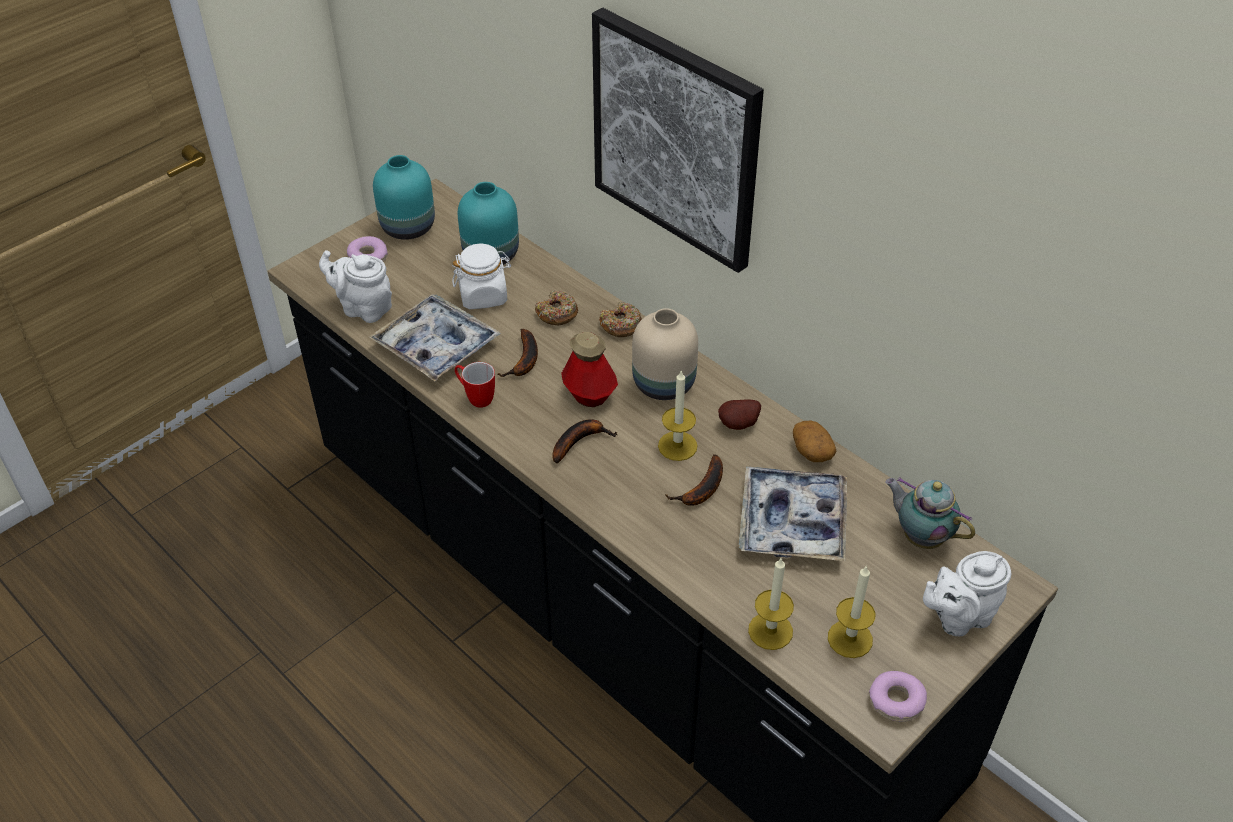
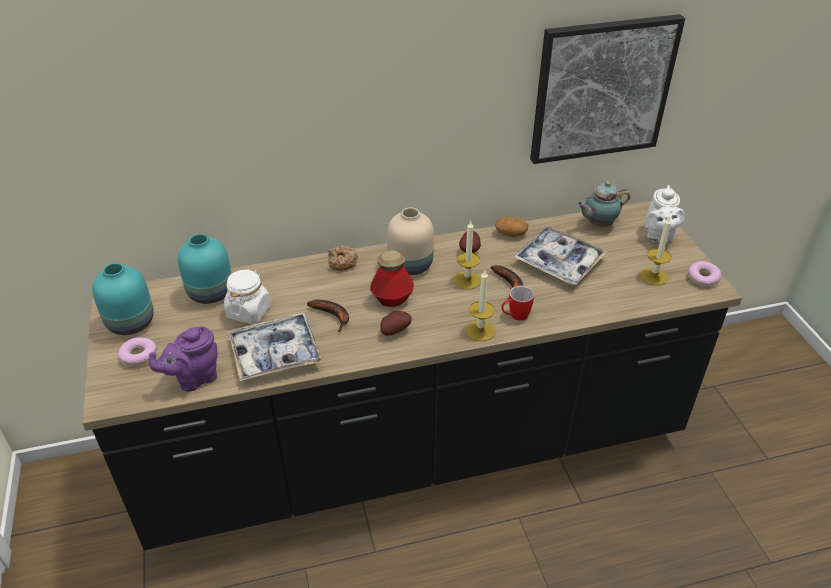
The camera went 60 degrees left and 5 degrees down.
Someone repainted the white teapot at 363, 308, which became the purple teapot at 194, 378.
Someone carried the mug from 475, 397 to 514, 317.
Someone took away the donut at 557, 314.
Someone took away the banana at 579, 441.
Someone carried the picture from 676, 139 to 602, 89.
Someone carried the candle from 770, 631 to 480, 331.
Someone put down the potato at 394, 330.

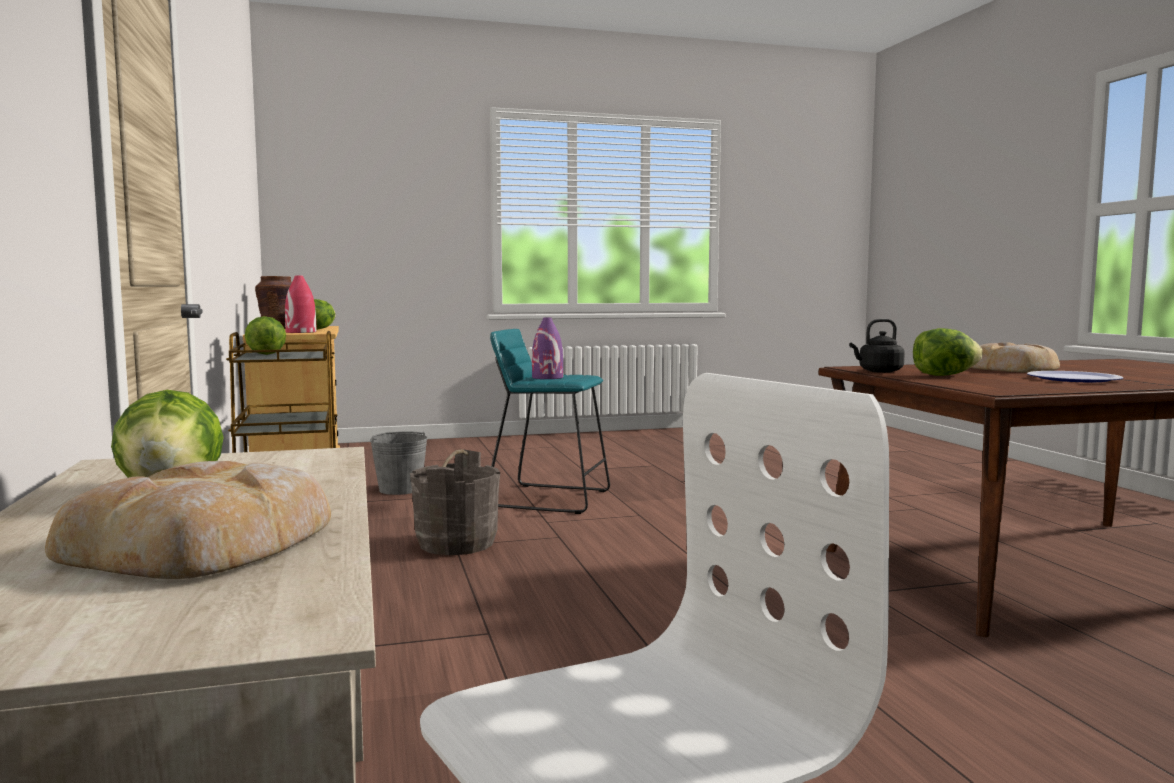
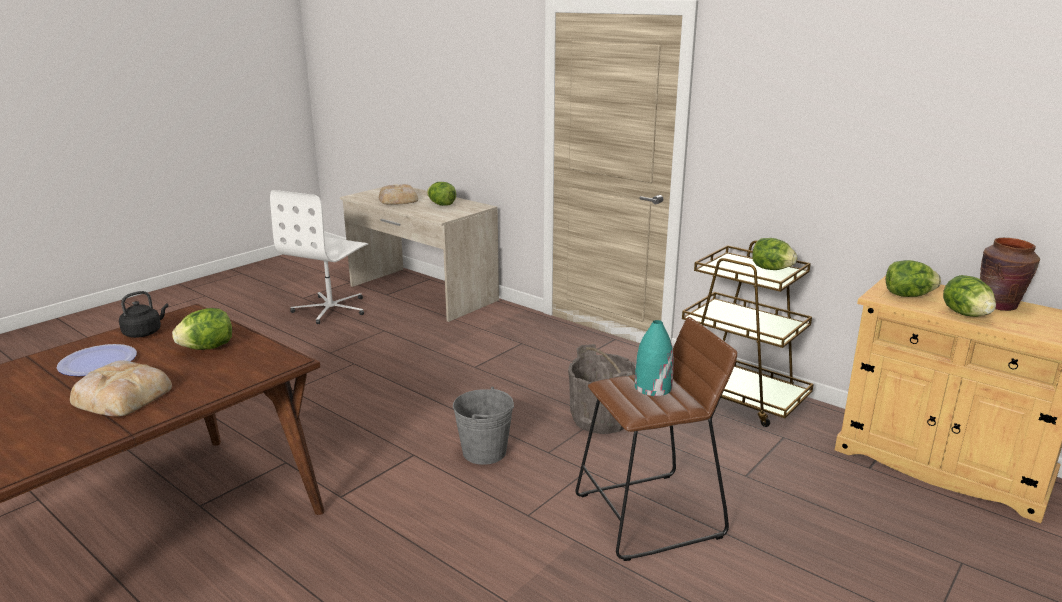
The camera went 145 degrees right and 15 degrees up.
Someone swapped the red vase at 301, 332 for the lettuce at 907, 295.
Someone carried the grey bucket from 400, 489 to 484, 452.
Someone repainted the turquoise stool at 550, 498, which became the brown stool at 649, 516.
Someone repainted the purple vase at 548, 377, which became the turquoise vase at 652, 387.
Someone carried the black kettle from 878, 371 to 144, 333.

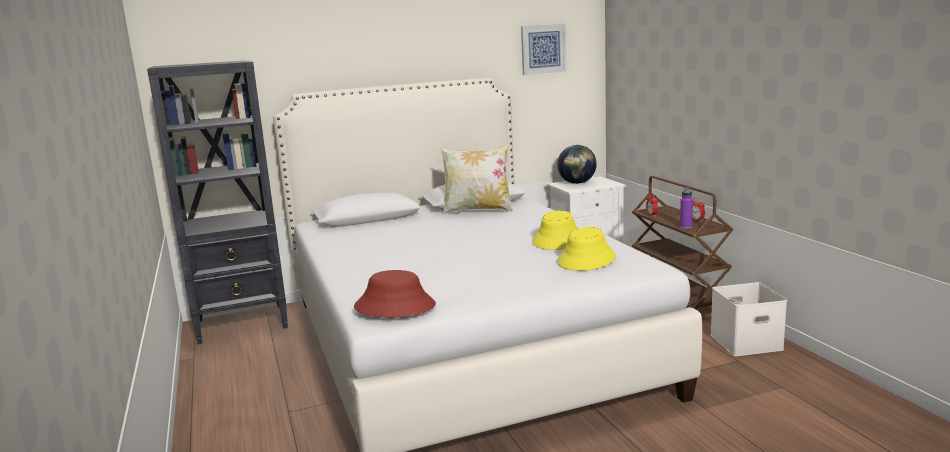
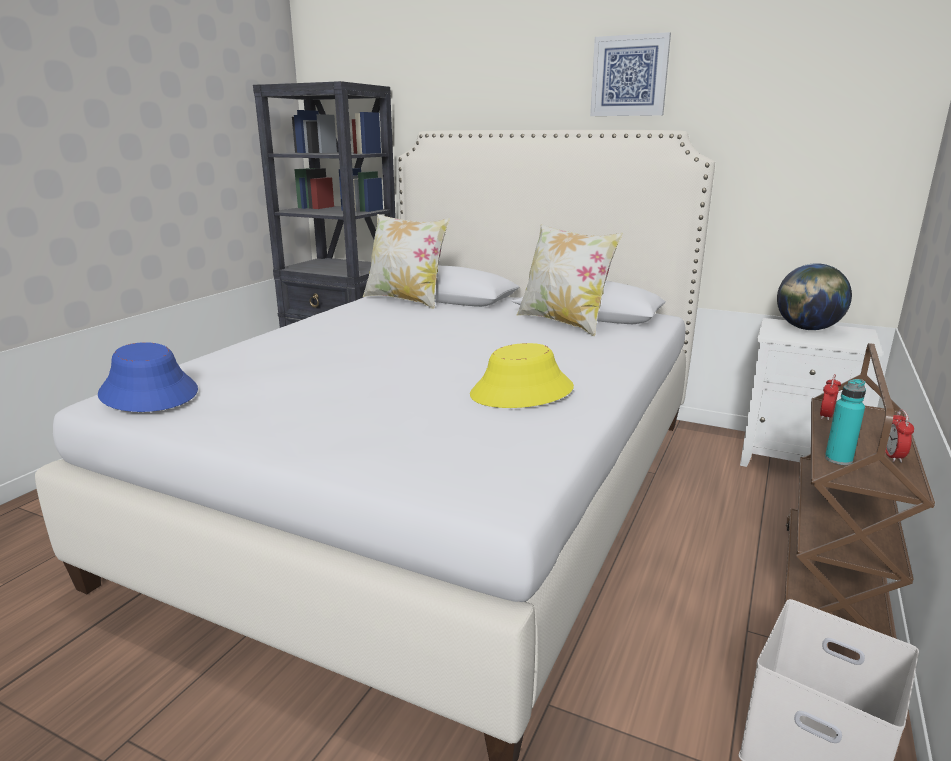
The camera went 45 degrees right and 5 degrees up.
Someone repainted the red hat at 395, 306, which became the blue hat at 149, 392.
Someone carried the picture from 543, 49 to 629, 76.
Someone took away the yellow hat at 586, 259.
Someone repainted the purple bottle at 686, 227, which became the turquoise bottle at 838, 459.
Someone put down the pillow at 406, 300.

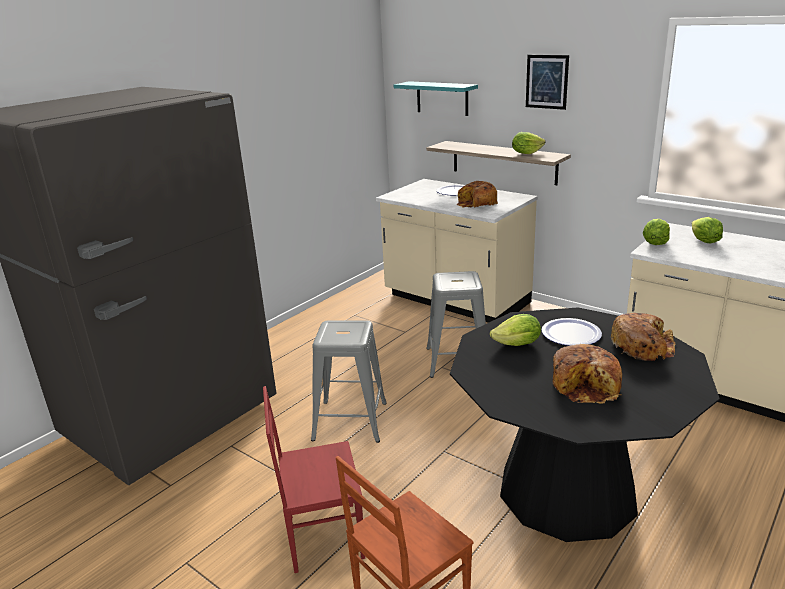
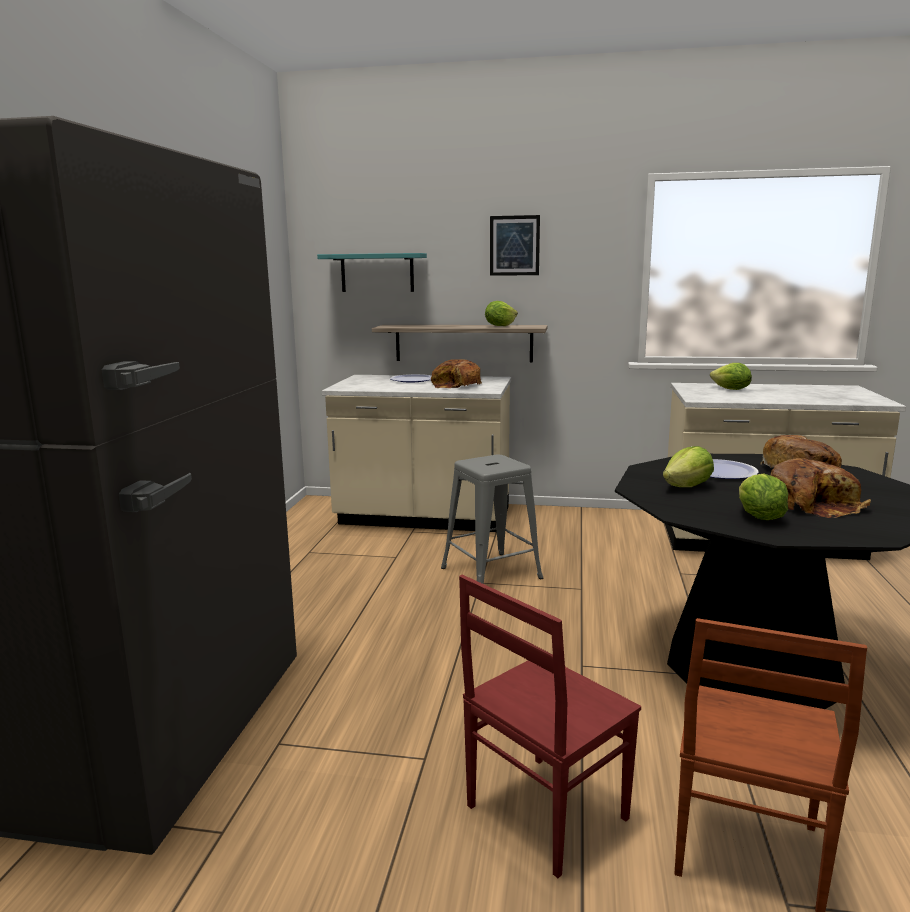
The camera went 30 degrees left and 10 degrees down.
Someone took away the grey stool at 350, 421.
Someone carried the lettuce from 655, 243 to 758, 517.

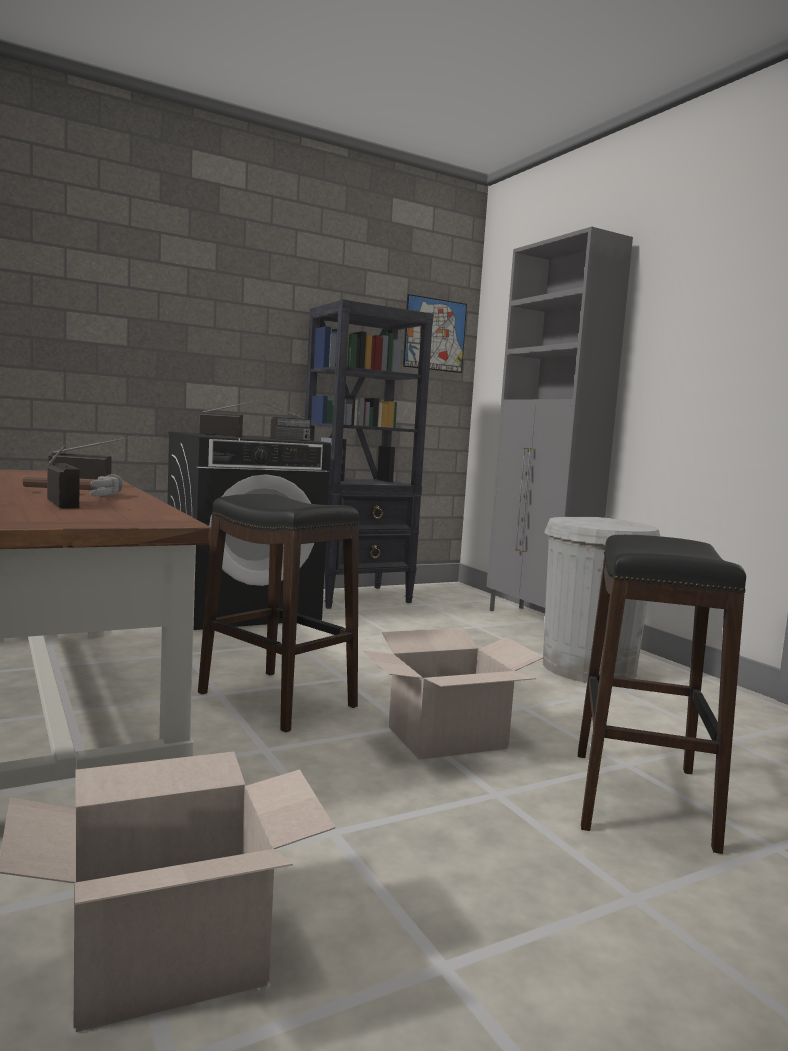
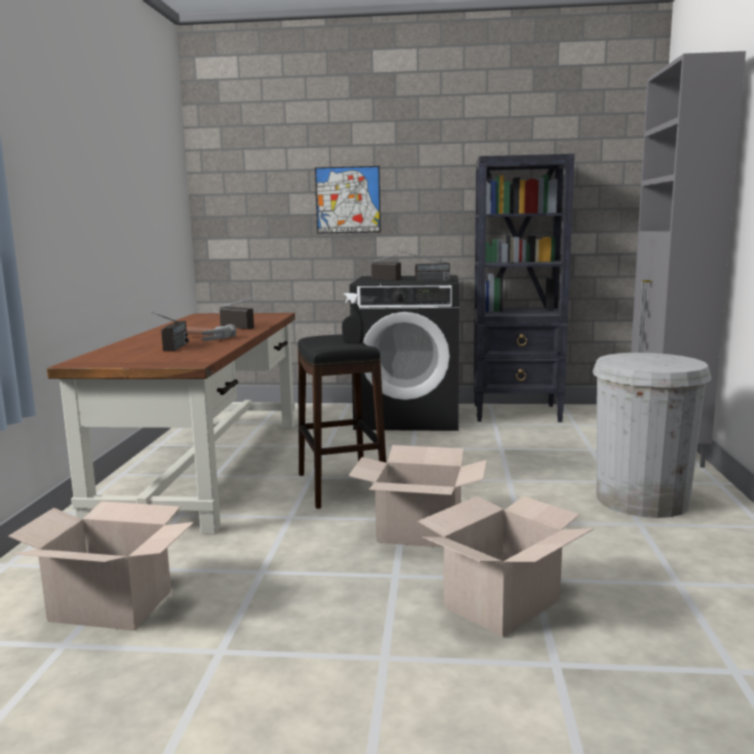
The camera went 35 degrees right and 5 degrees up.
Someone carried the picture from 434, 334 to 348, 200.
Someone swapped the black stool at 641, 798 for the cardboard box at 502, 604.
Someone put down the black spray bottle at 353, 343.

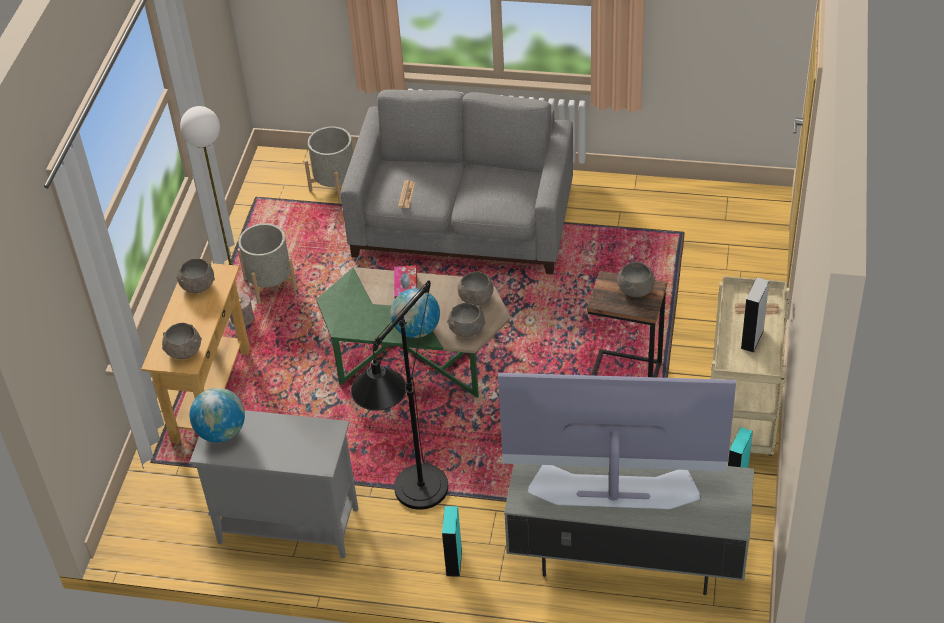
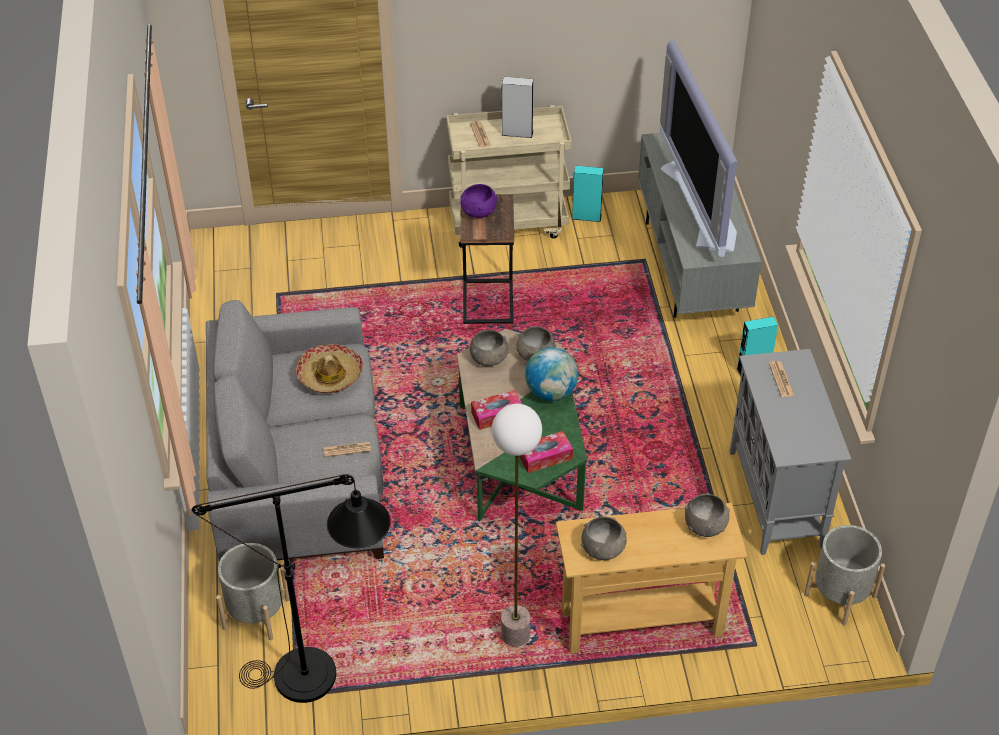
The camera went 110 degrees left and 0 degrees up.
Someone took away the globe at 221, 432.
Someone carried the grey planter from 270, 284 to 840, 595.
Someone carried the black floor lamp from 415, 500 to 323, 676.
Someone repainted the grey bowl at 635, 289, which became the purple bowl at 478, 212.
Someone put down the hat at 330, 375.
Someone put down the tissue box at 545, 457.
Someone put down the newspaper at 781, 379.

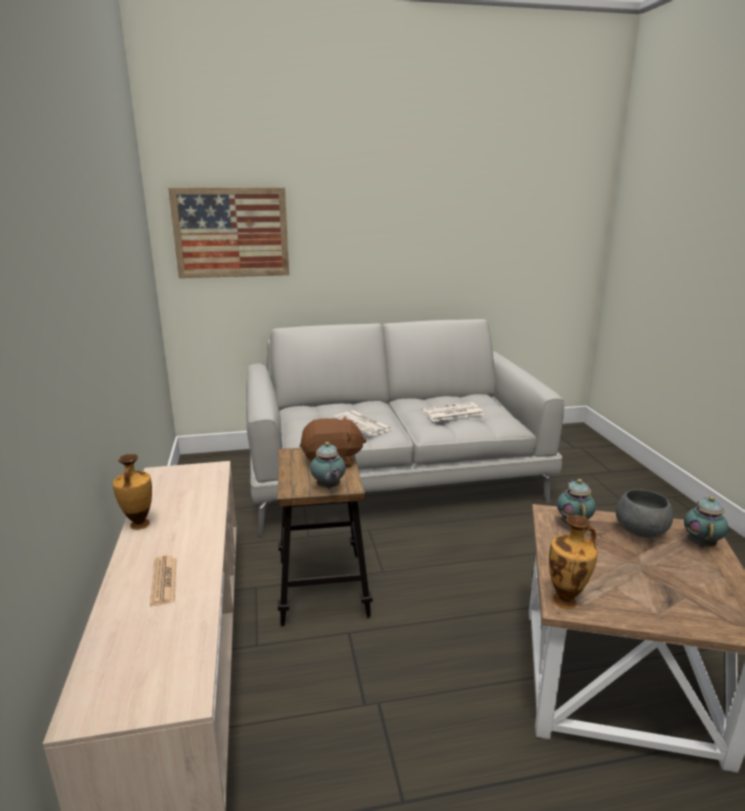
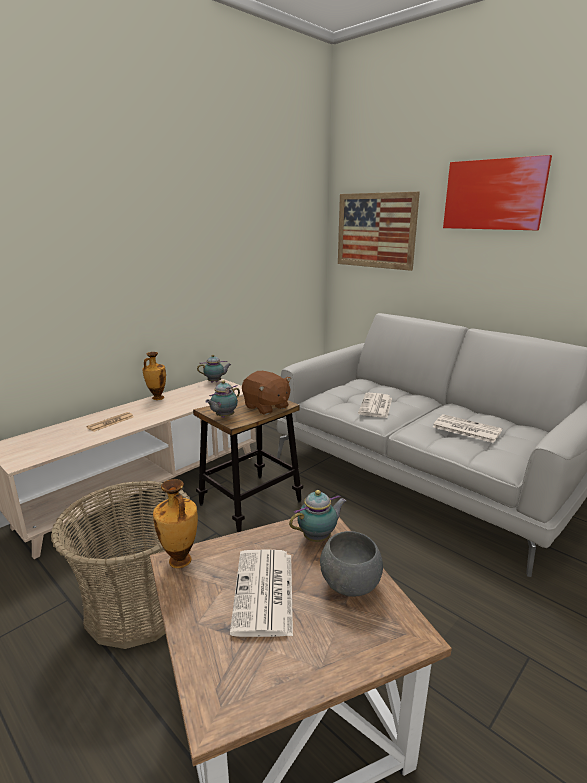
The camera went 55 degrees right and 0 degrees up.
Someone carried the teapot from 701, 543 to 215, 382.
Someone put down the basket at 138, 604.
Someone put down the newspaper at 264, 593.
Someone put up the picture at 493, 195.

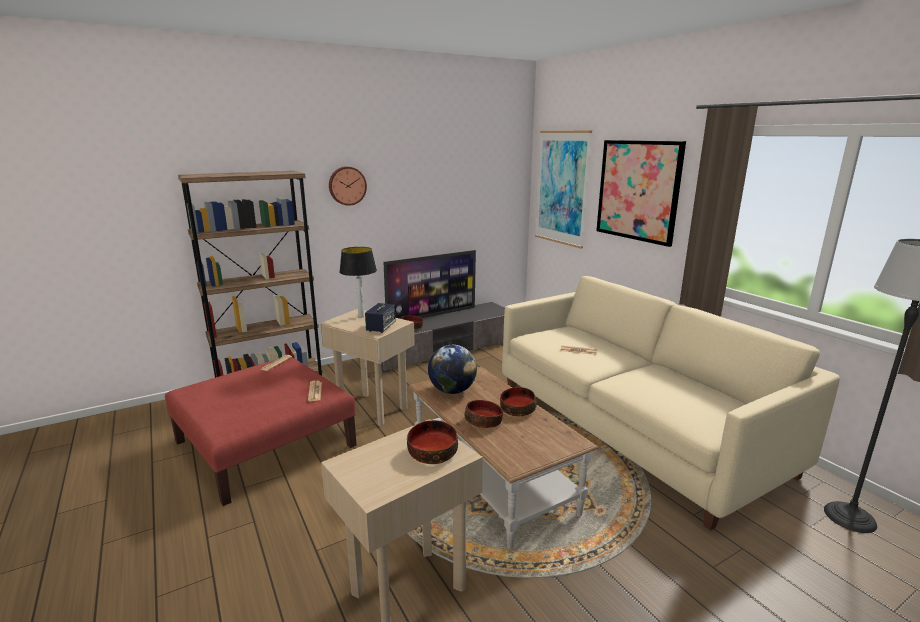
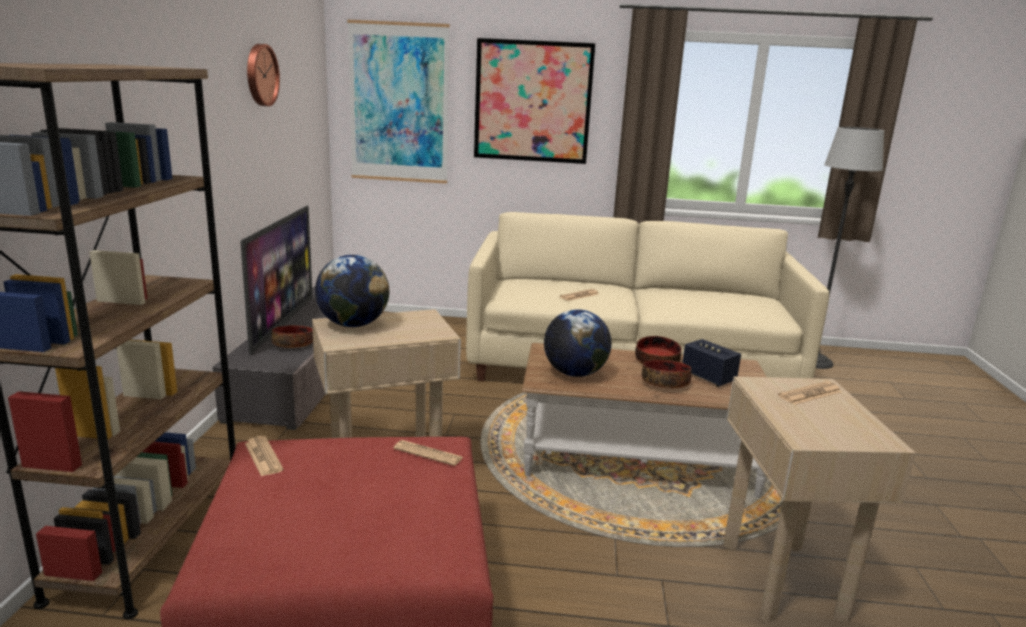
The camera went 55 degrees left and 0 degrees up.
Someone carried the wall clock from 347, 186 to 260, 75.
Someone swapped the table lamp at 361, 316 for the globe at 353, 325.
Someone carried the speaker from 381, 327 to 708, 377.
Someone swapped the bowl at 432, 452 for the newspaper at 810, 394.

